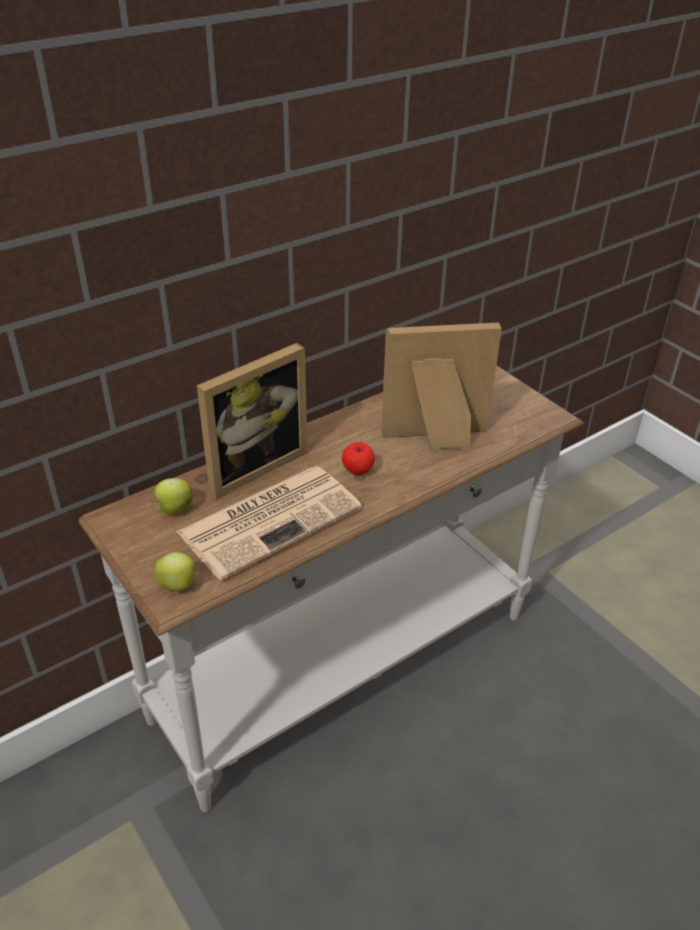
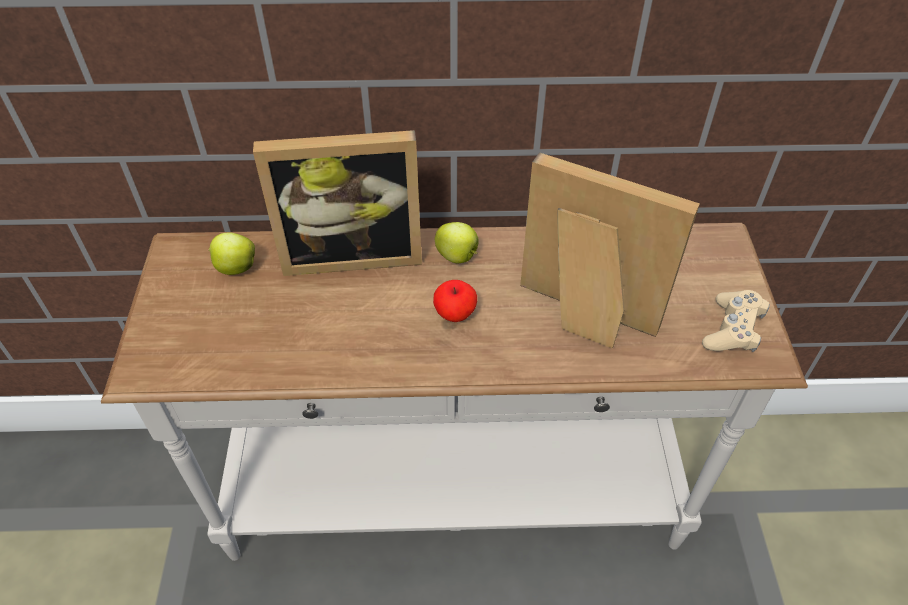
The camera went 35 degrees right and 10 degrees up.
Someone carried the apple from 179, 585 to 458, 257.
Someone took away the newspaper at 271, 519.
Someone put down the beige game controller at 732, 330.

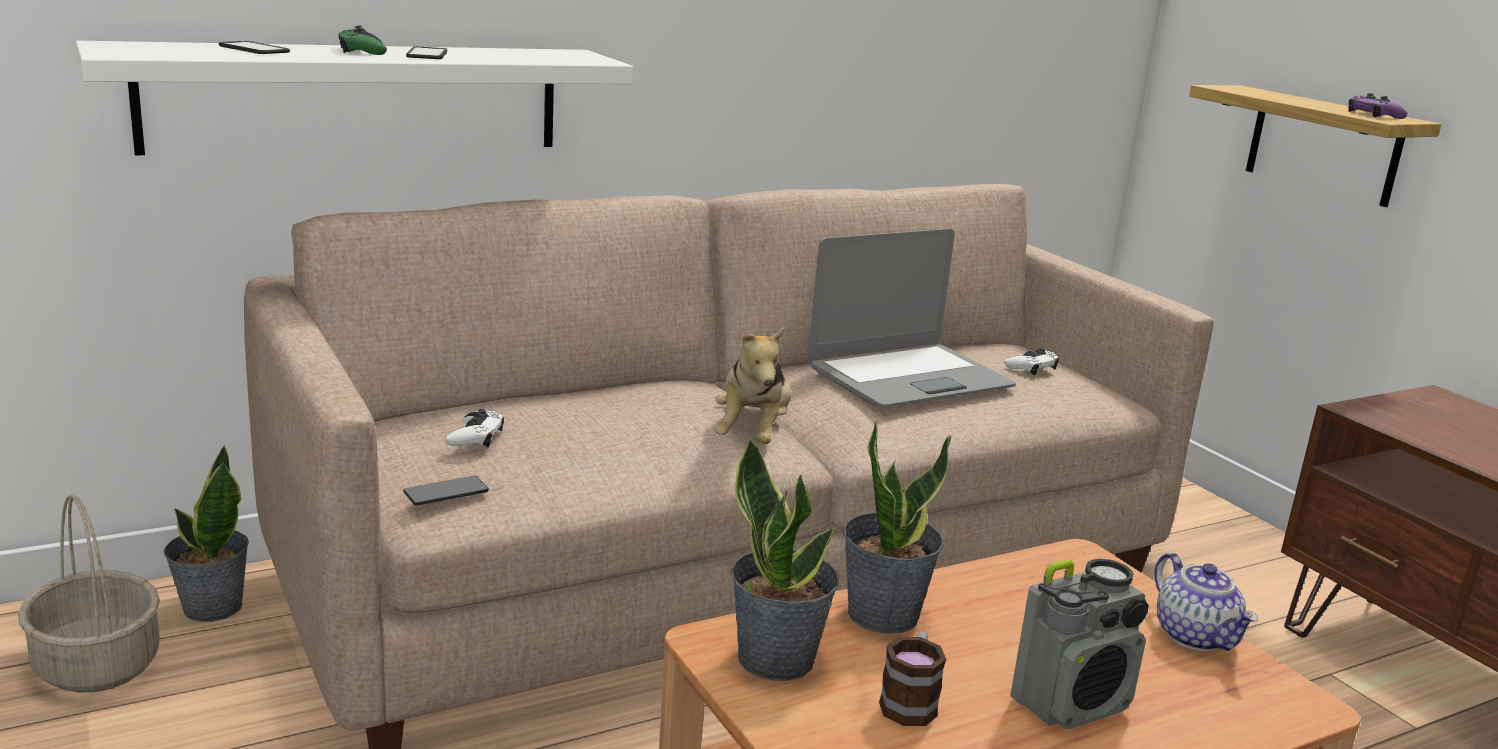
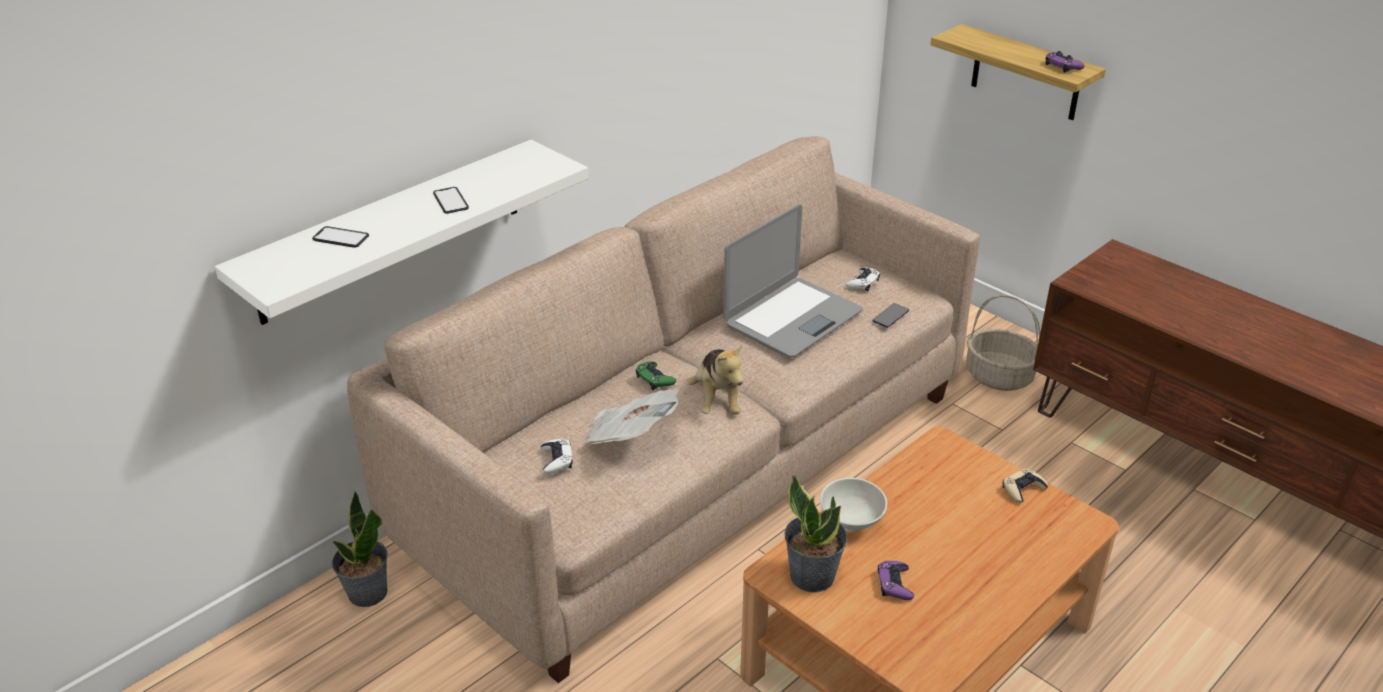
The camera went 15 degrees left and 15 degrees up.
Someone carried the basket from 95, 664 to 998, 377.
Someone carried the green game controller from 362, 51 to 654, 379.
Someone carried the phone from 446, 492 to 890, 316.
Someone swapped the potted plant at 882, 614 for the white bowl at 853, 524.
Someone swapped the mug at 910, 701 for the purple game controller at 894, 584.
Someone took away the radio at 1072, 703.
Someone swapped the teapot at 1196, 636 for the beige game controller at 1023, 489.
Someone put down the newspaper at 631, 437.

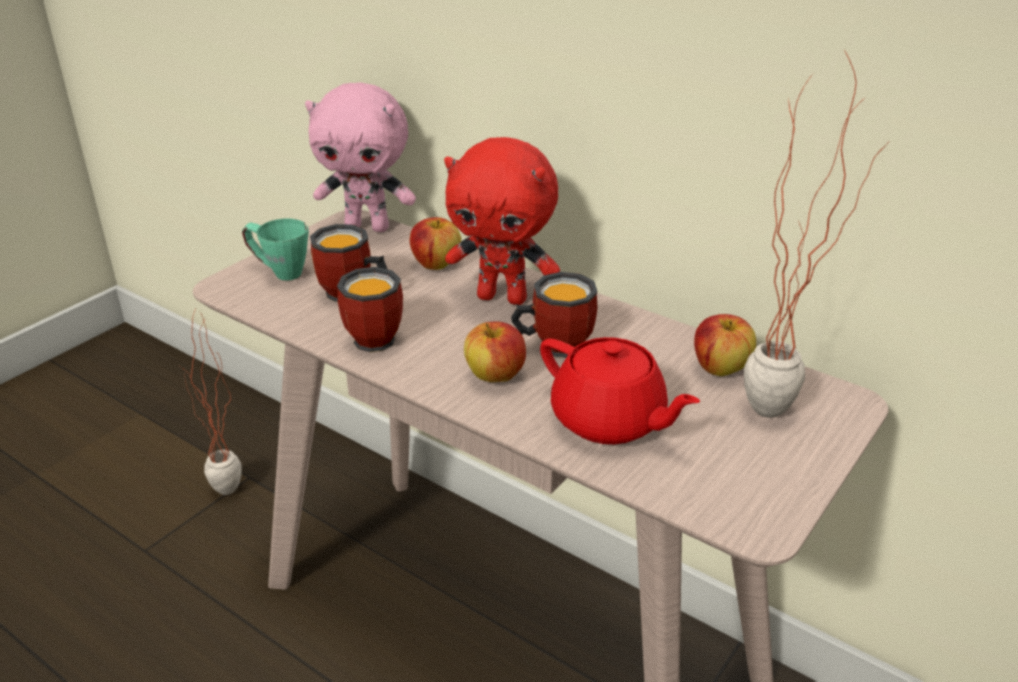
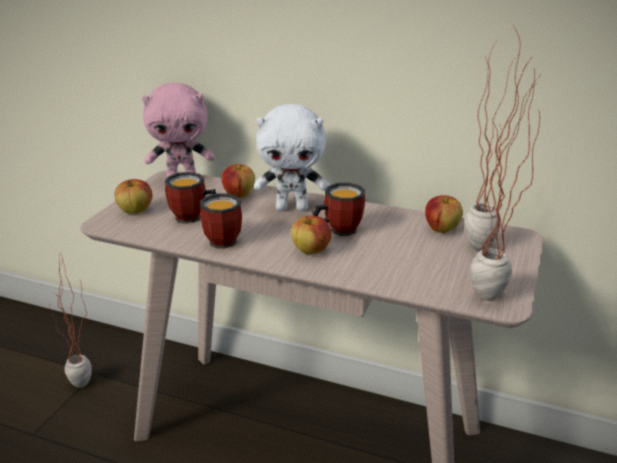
The camera went 15 degrees left and 5 degrees down.
Someone swapped the green mug at 279, 272 for the apple at 136, 211.
Someone repainted the red plush toy at 503, 297, which became the white plush toy at 292, 208.
Someone took away the red teapot at 609, 421.
Someone put down the potted plant at 485, 303.

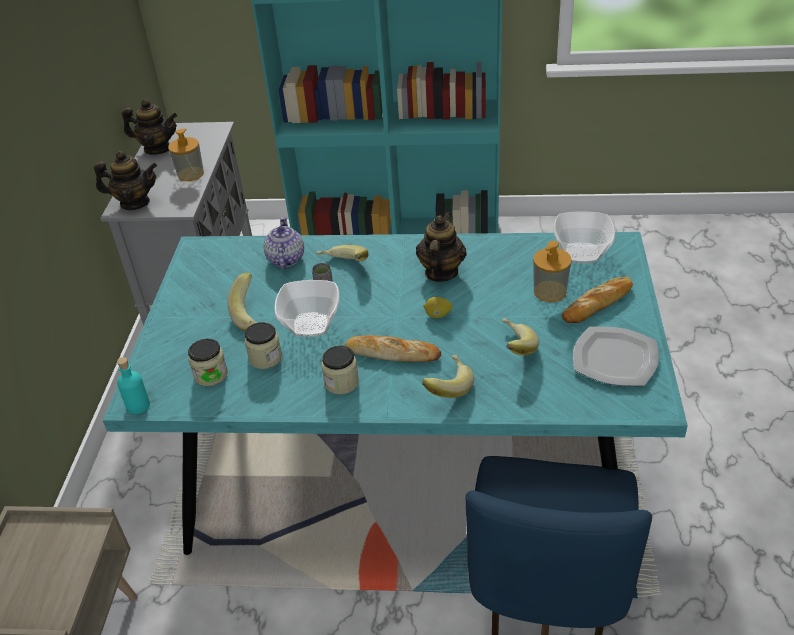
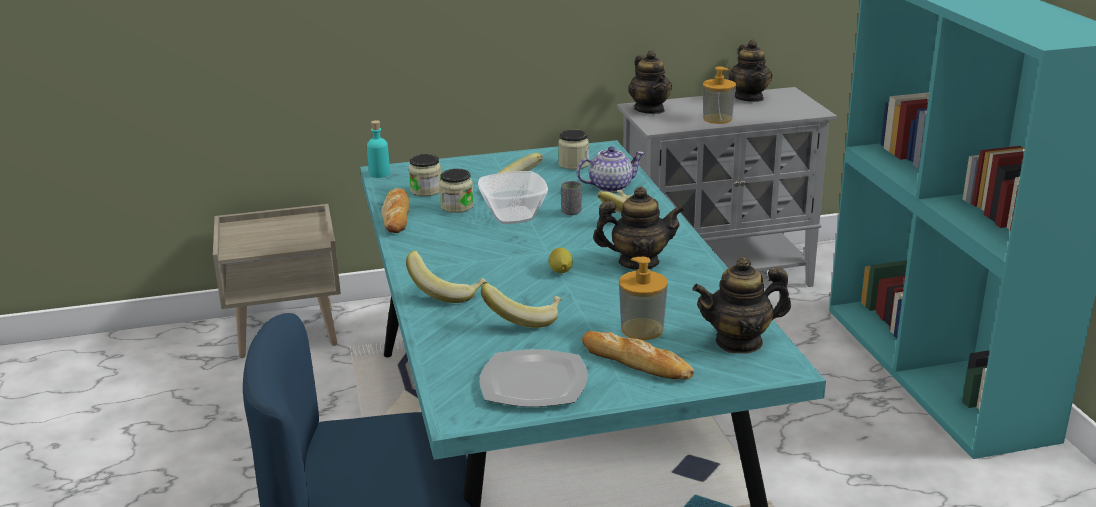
The camera went 70 degrees right and 15 degrees down.
Someone carried the jar from 341, 382 to 573, 164.
Someone carried the bread from 392, 353 to 397, 215.
Someone swapped the bowl at 582, 253 for the teapot at 739, 342.

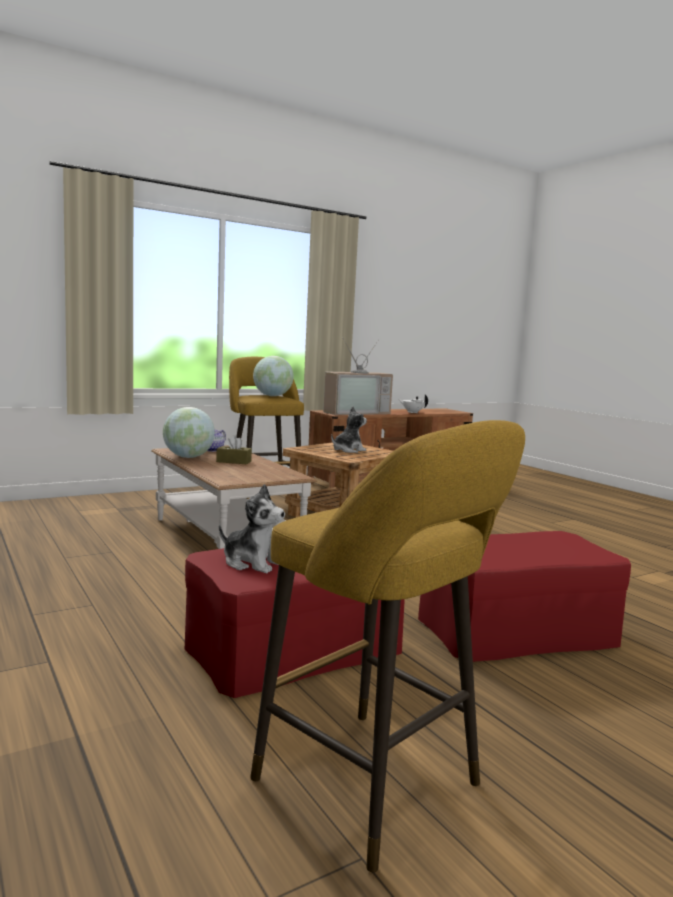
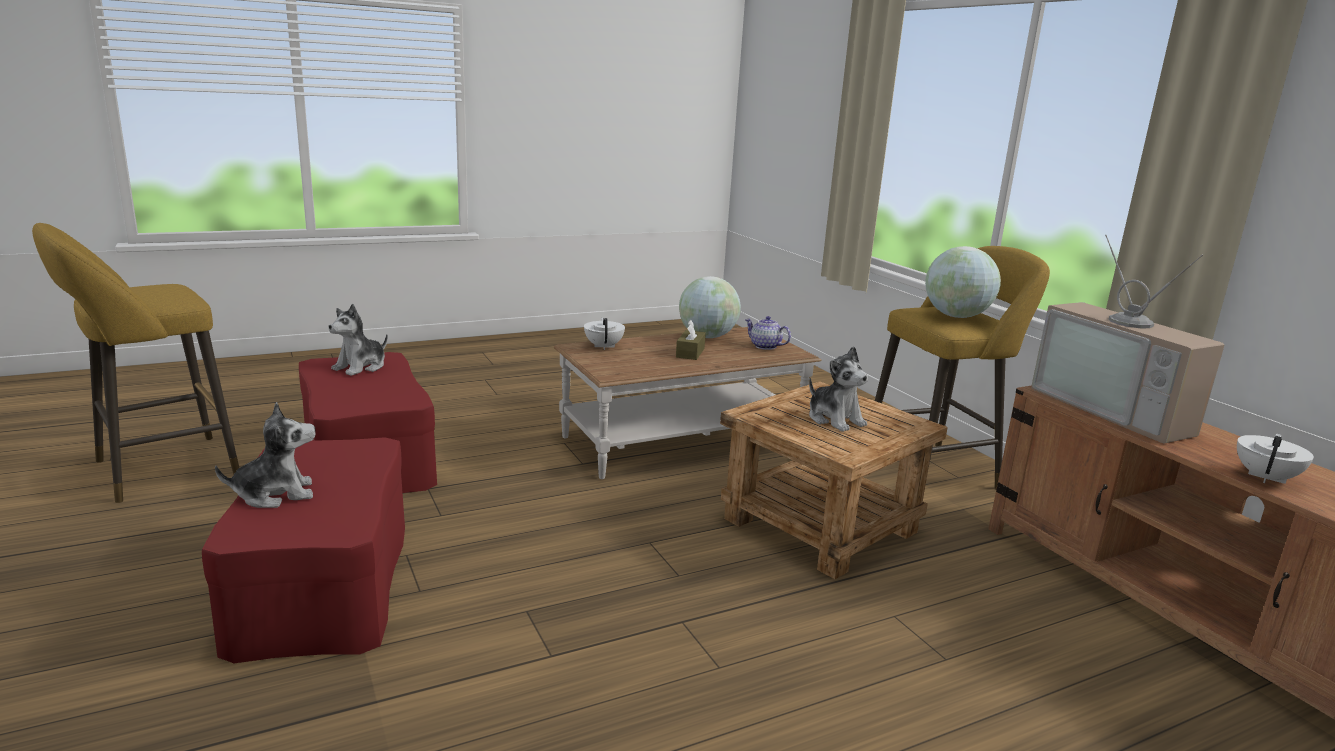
The camera went 95 degrees right and 10 degrees up.
Someone put down the plush toy at 275, 494.
Someone put down the white teapot at 604, 346.

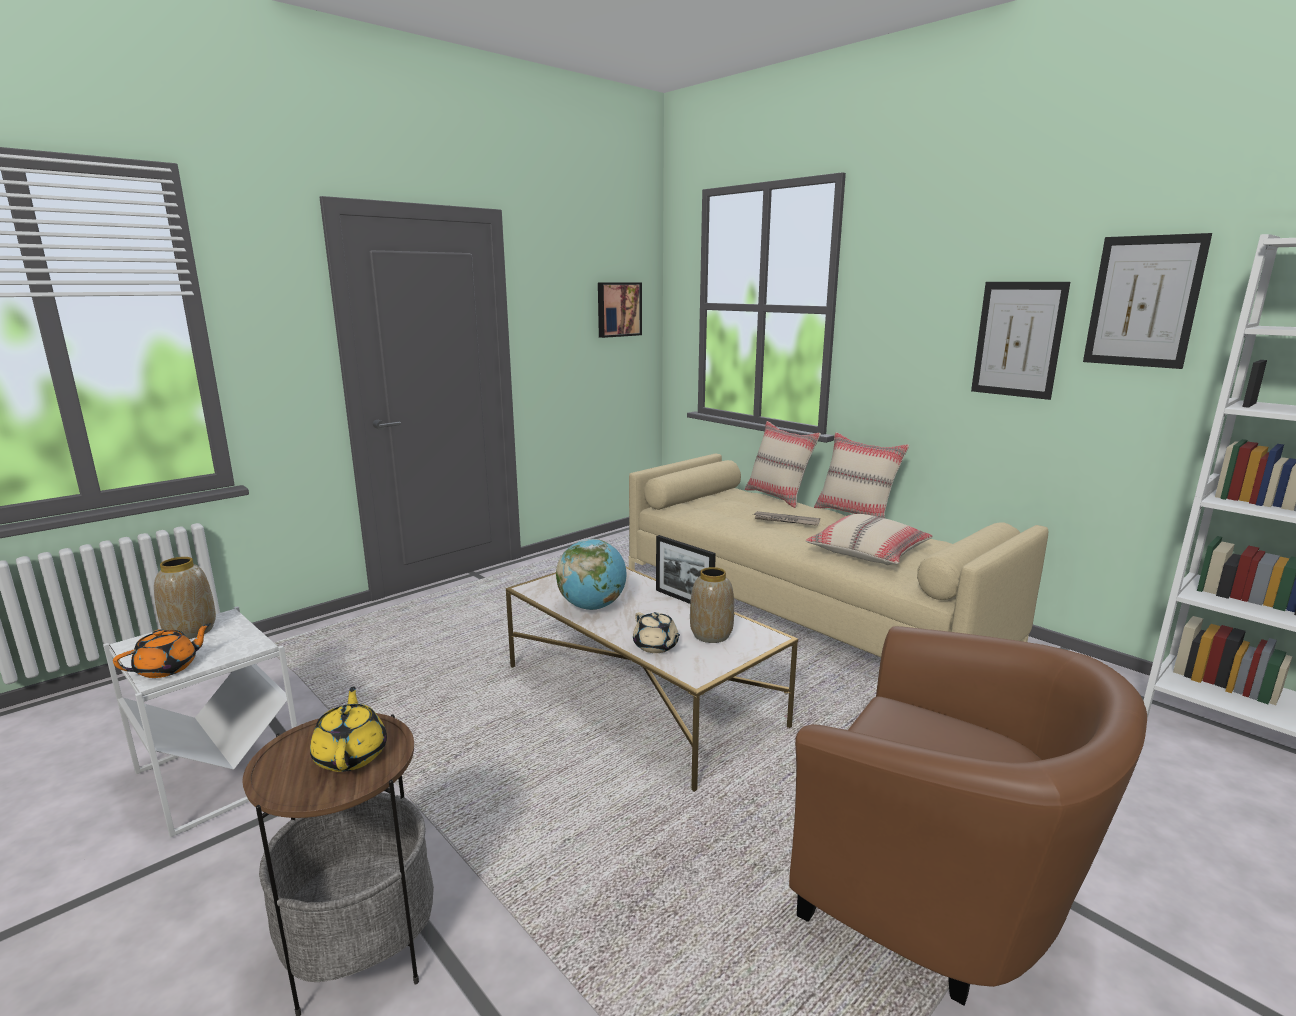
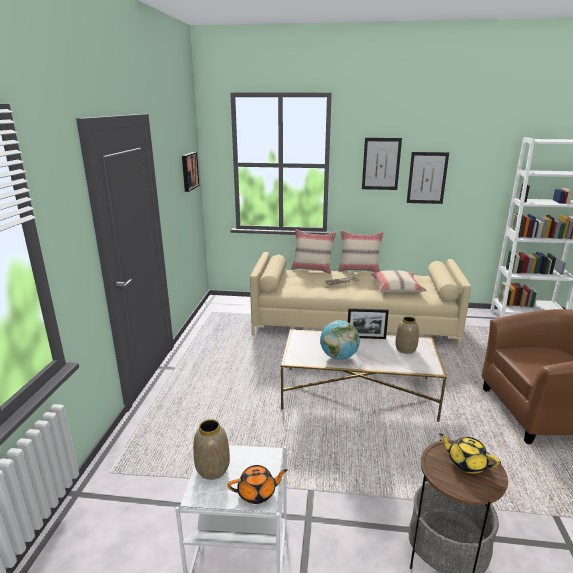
The camera went 40 degrees left and 5 degrees up.
Someone rotated the orange teapot at 168, 668 by 75 degrees clockwise.
Someone took away the beige teapot at 656, 646.
Someone carried the picture from 1143, 301 to 381, 164.

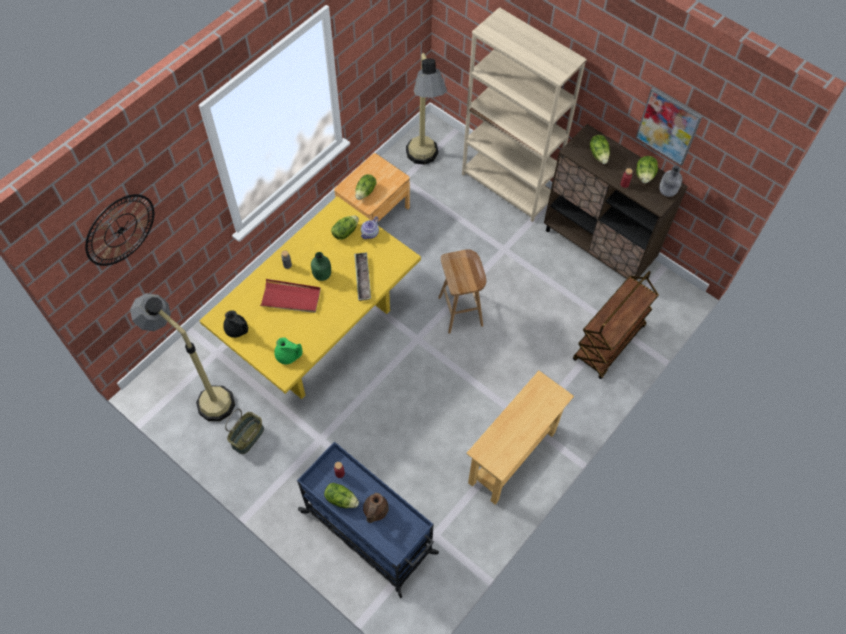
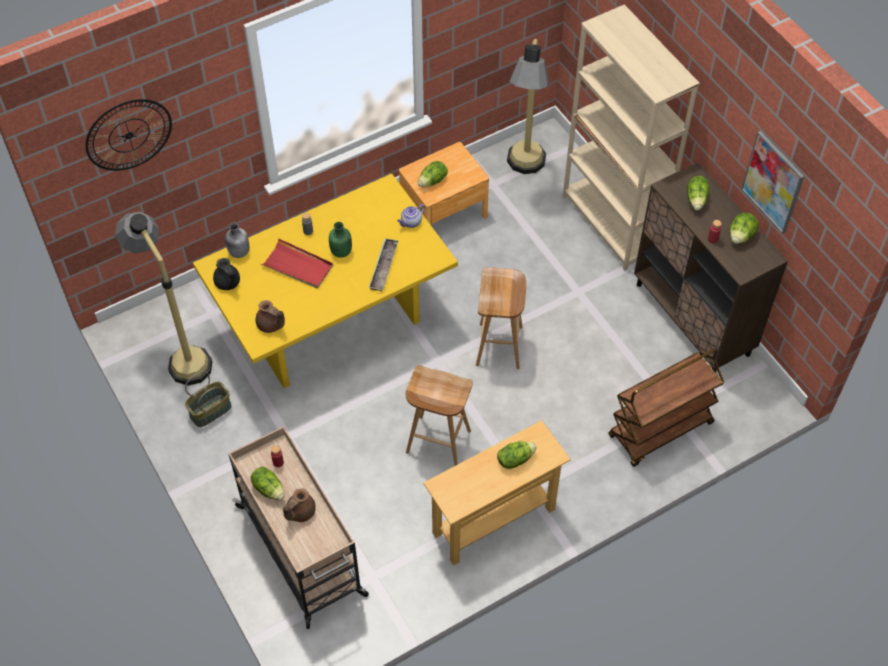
The camera went 20 degrees right and 5 degrees down.
Someone repainted the green teapot at 288, 356, which became the brown teapot at 271, 325.
Someone repainted the blue cart at 370, 533, which became the beige cart at 302, 552.
Someone carried the lettuce from 345, 232 to 515, 459.
Someone carried the grey bottle from 667, 192 to 238, 252.
Someone put down the brown stool at 437, 442.

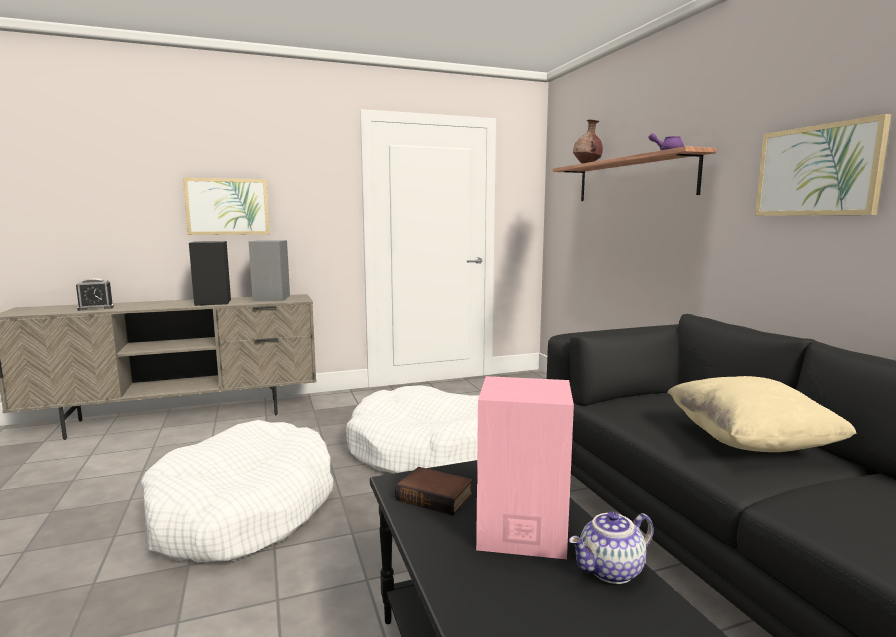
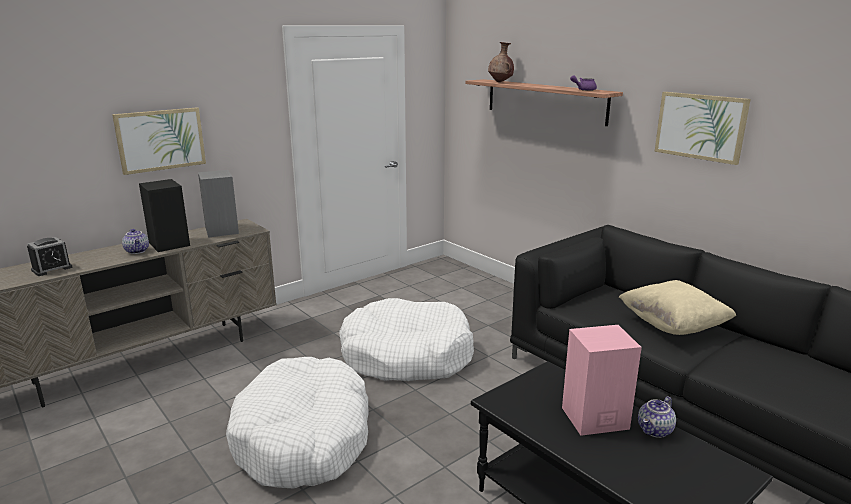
The camera went 20 degrees left and 10 degrees up.
Someone took away the book at 436, 496.
Someone put down the teapot at 137, 251.

